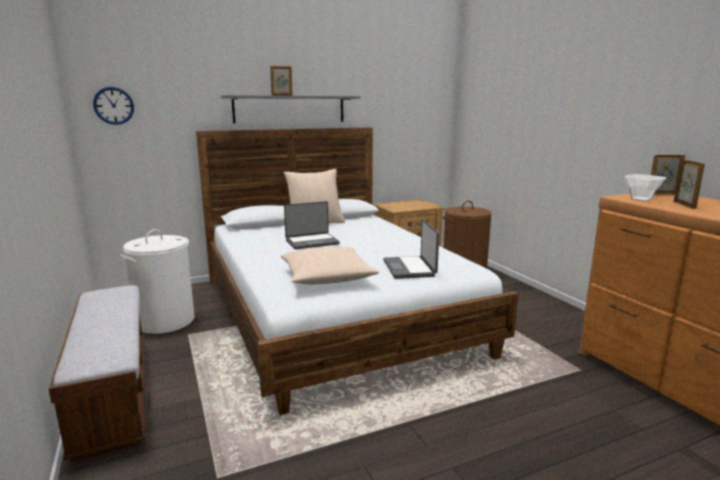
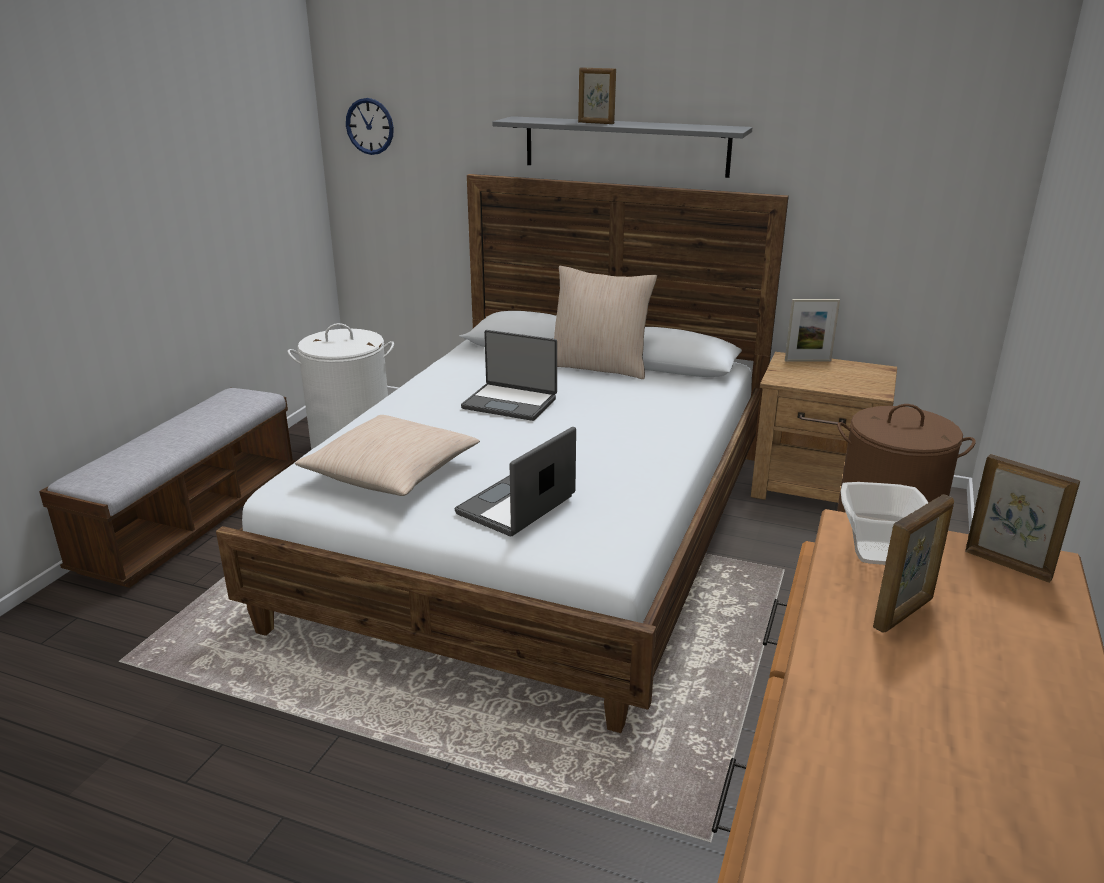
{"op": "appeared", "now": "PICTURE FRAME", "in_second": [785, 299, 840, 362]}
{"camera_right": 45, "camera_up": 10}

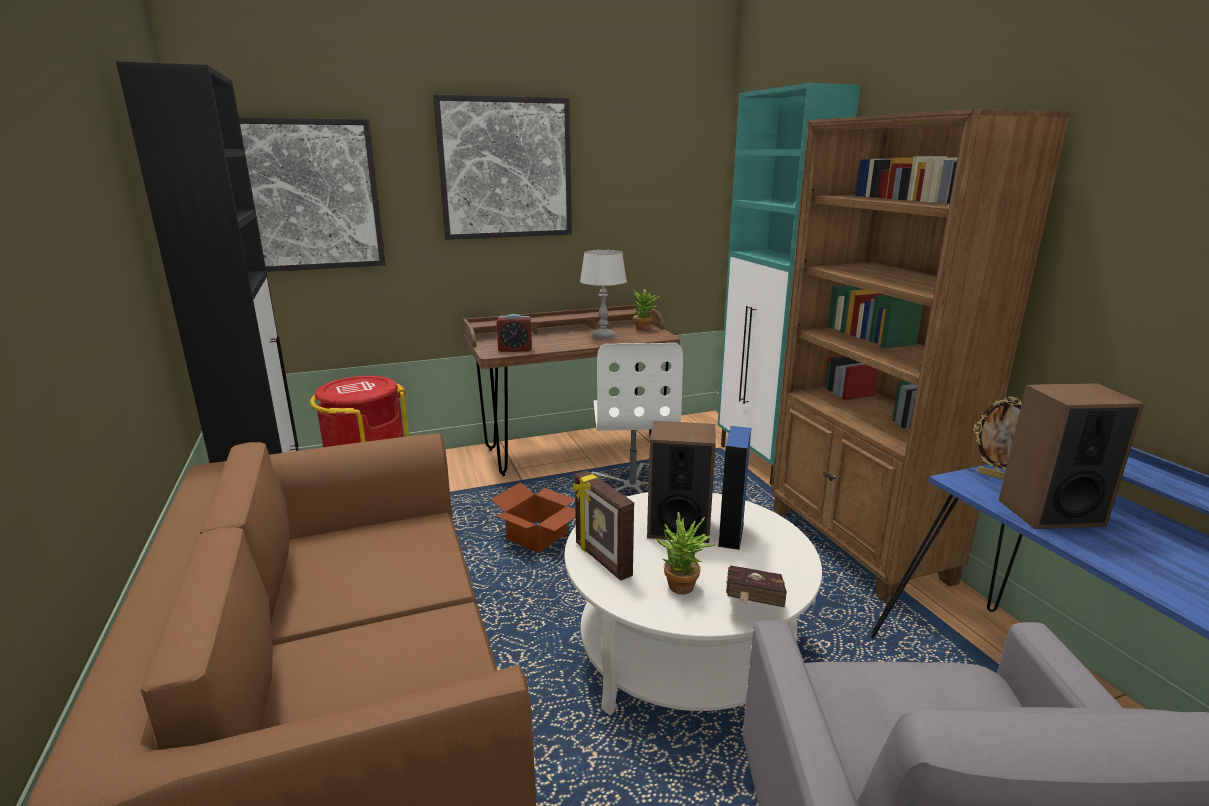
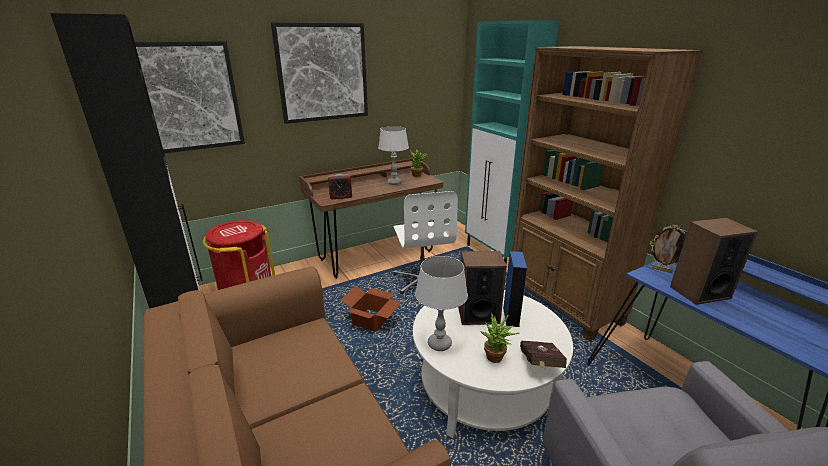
{"op": "exchanged", "was": "PICTURE FRAME", "now": "GREY TABLE LAMP", "in_first": [573, 470, 634, 581], "in_second": [415, 256, 468, 351]}
{"camera_right": -10, "camera_up": 5}

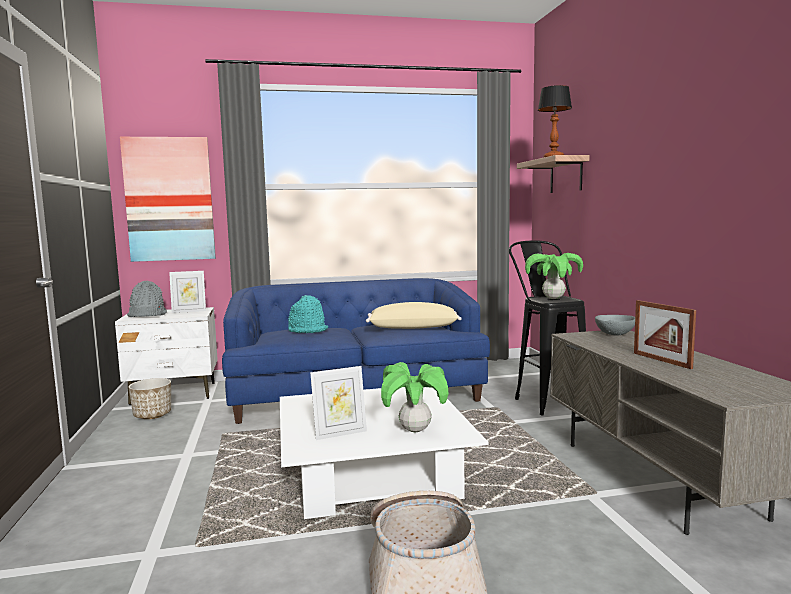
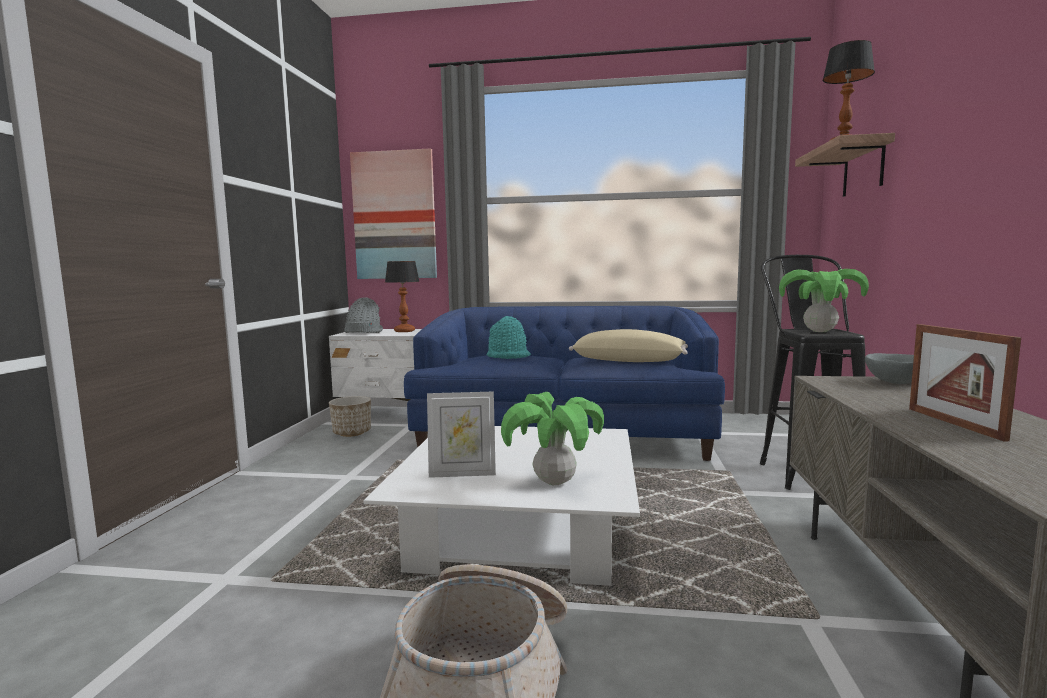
{"op": "exchanged", "was": "PICTURE FRAME", "now": "TABLE LAMP", "in_first": [169, 271, 206, 313], "in_second": [385, 261, 420, 332]}
{"camera_right": 20, "camera_up": 0}

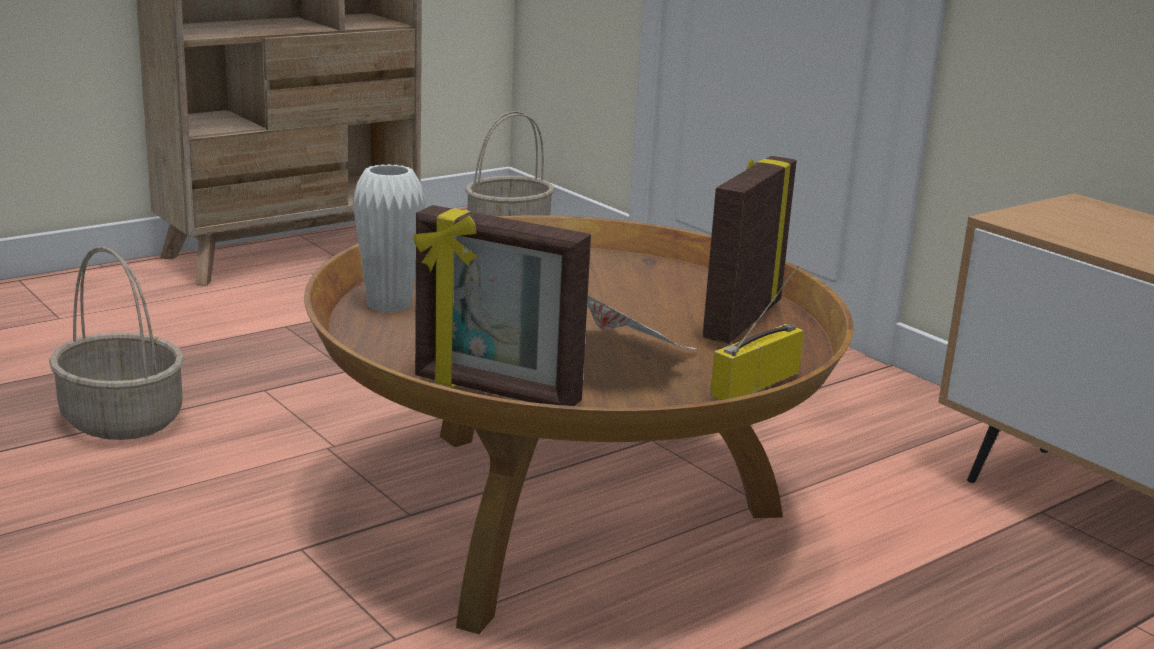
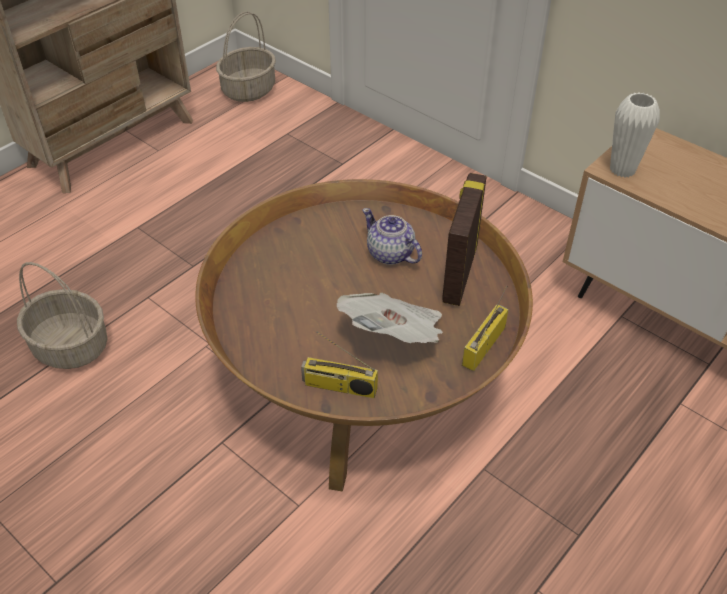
{"op": "relocated", "was": "WHITE VASE", "in_first": [352, 164, 425, 313], "in_second": [610, 92, 660, 178]}
{"op": "exchanged", "was": "PICTURE FRAME", "now": "RADIO", "in_first": [414, 205, 591, 406], "in_second": [301, 331, 378, 398]}
{"op": "appeared", "now": "TEAPOT", "in_second": [362, 208, 422, 265]}
{"camera_right": -10, "camera_up": 25}

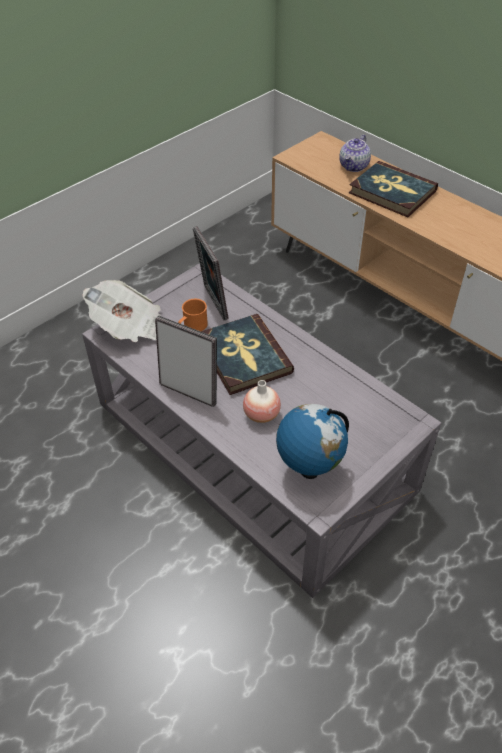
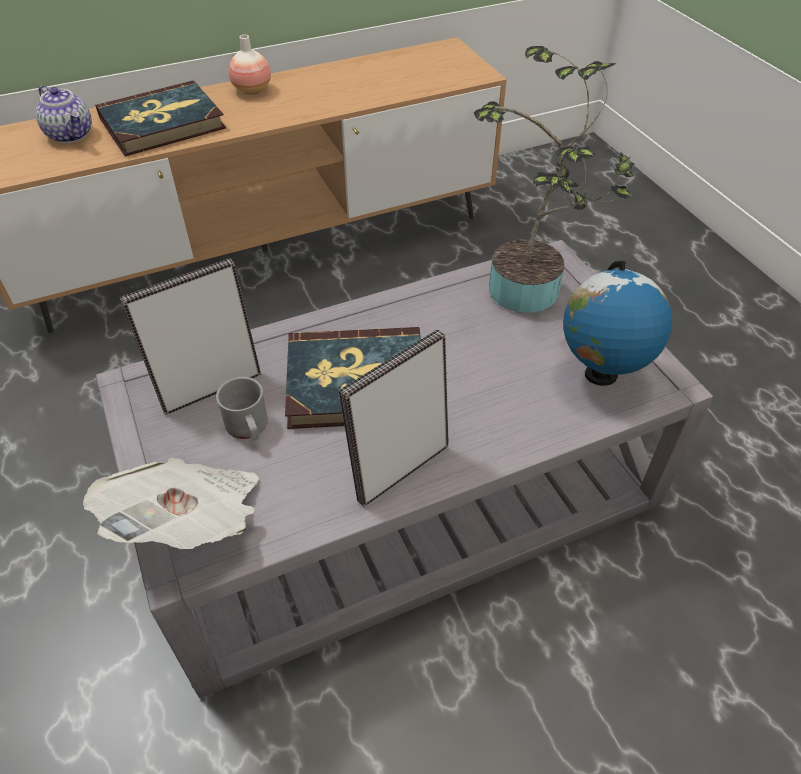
{"op": "colour", "was": "ORANGE MUG", "now": "GREY MUG", "in_first": [178, 299, 208, 331], "in_second": [216, 377, 268, 440]}
{"op": "spun", "was": "PICTURE FRAME", "in_first": [193, 226, 229, 320], "in_second": [120, 258, 261, 415], "clockwise": 150}
{"op": "relocated", "was": "VASE", "in_first": [243, 380, 281, 423], "in_second": [228, 35, 271, 95]}
{"op": "appeared", "now": "POTTED PLANT", "in_second": [474, 46, 635, 313]}
{"camera_right": -70, "camera_up": 0}

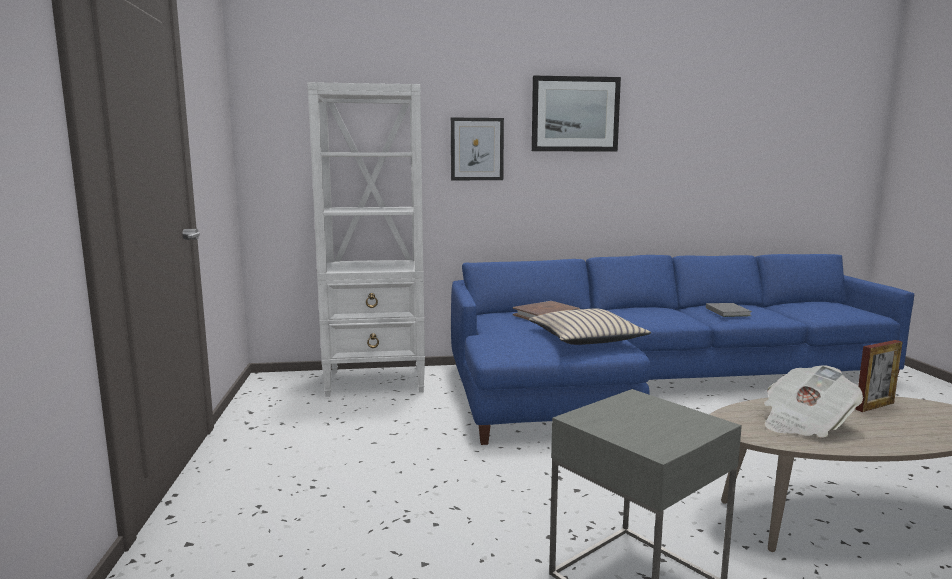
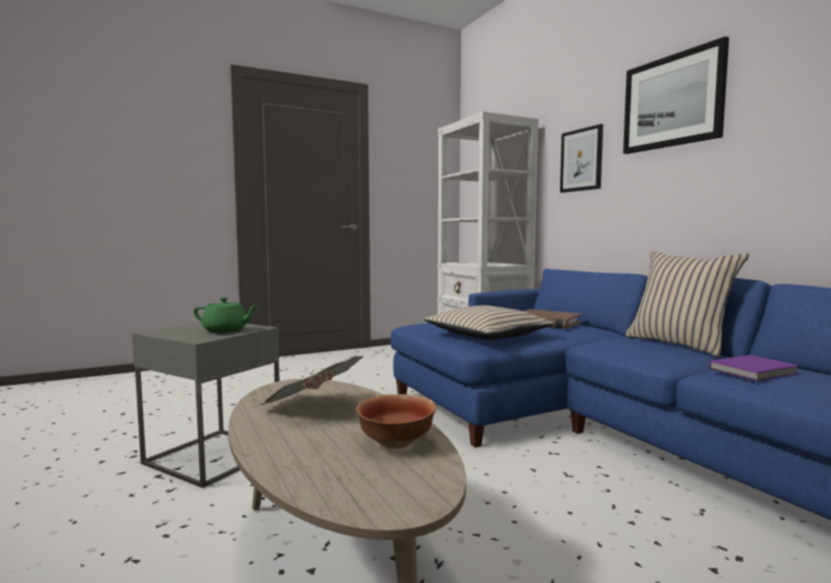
{"op": "colour", "was": "GREY BOOK", "now": "PURPLE BOOK", "in_first": [706, 303, 752, 317], "in_second": [709, 355, 799, 381]}
{"op": "exchanged", "was": "PICTURE FRAME", "now": "BOWL", "in_first": [855, 340, 903, 412], "in_second": [356, 394, 436, 449]}
{"op": "appeared", "now": "GREEN TEAPOT", "in_second": [194, 297, 259, 333]}
{"op": "appeared", "now": "BEIGE PILLOW", "in_second": [625, 251, 749, 357]}
{"camera_right": 70, "camera_up": -5}

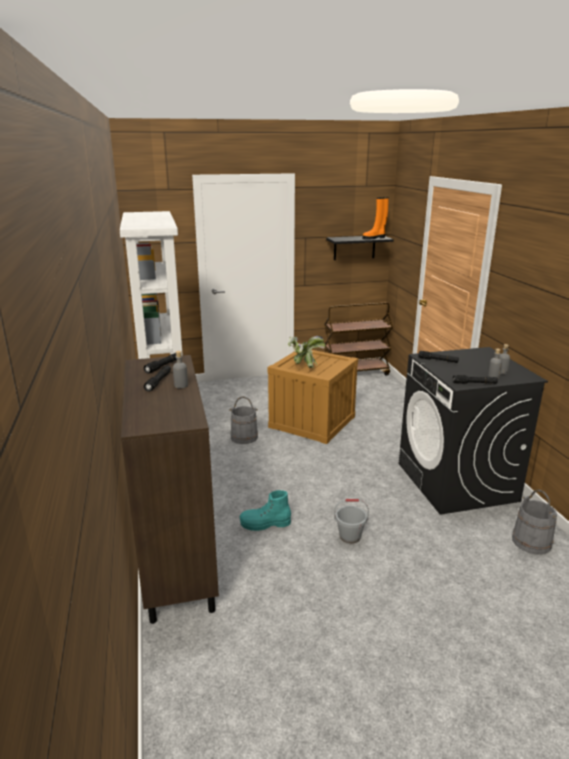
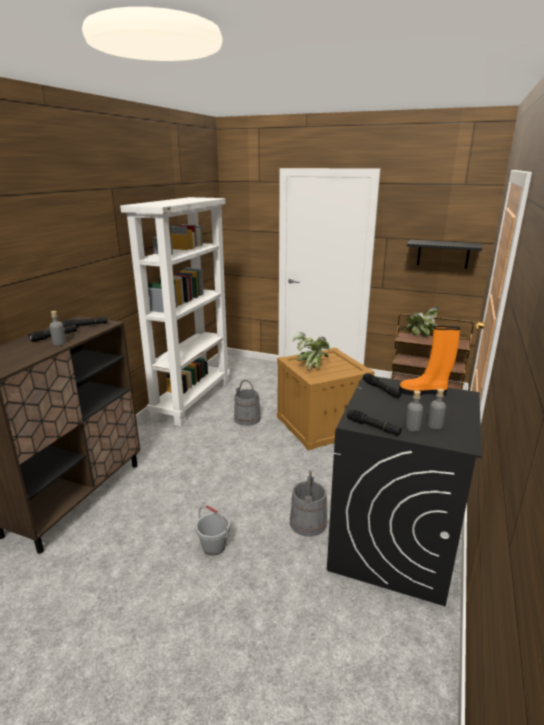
{"op": "missing", "was": "TURQUOISE BOOT", "in_first": [240, 490, 291, 531]}
{"op": "relocated", "was": "ORANGE BOOT", "in_first": [362, 197, 389, 240], "in_second": [399, 326, 460, 396]}
{"op": "relocated", "was": "GREY BUCKET", "in_first": [512, 489, 557, 555], "in_second": [290, 471, 327, 537]}
{"op": "appeared", "now": "POTTED PLANT", "in_second": [404, 307, 439, 337]}
{"camera_right": 35, "camera_up": 0}

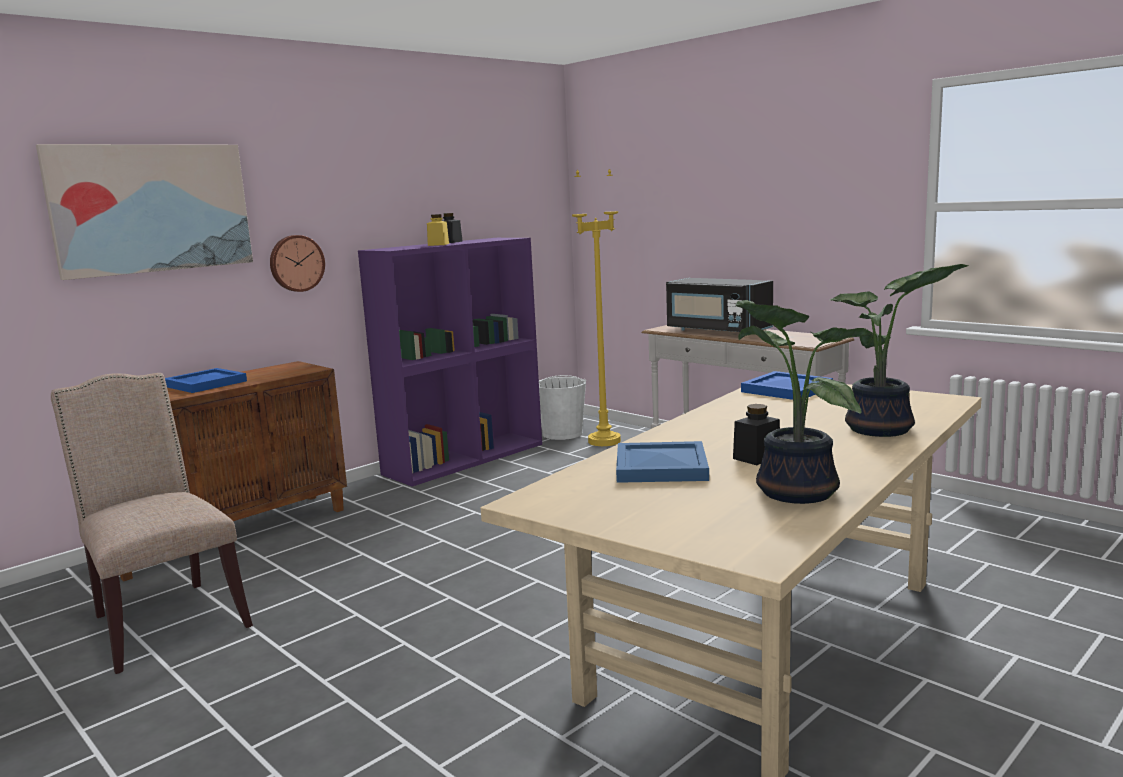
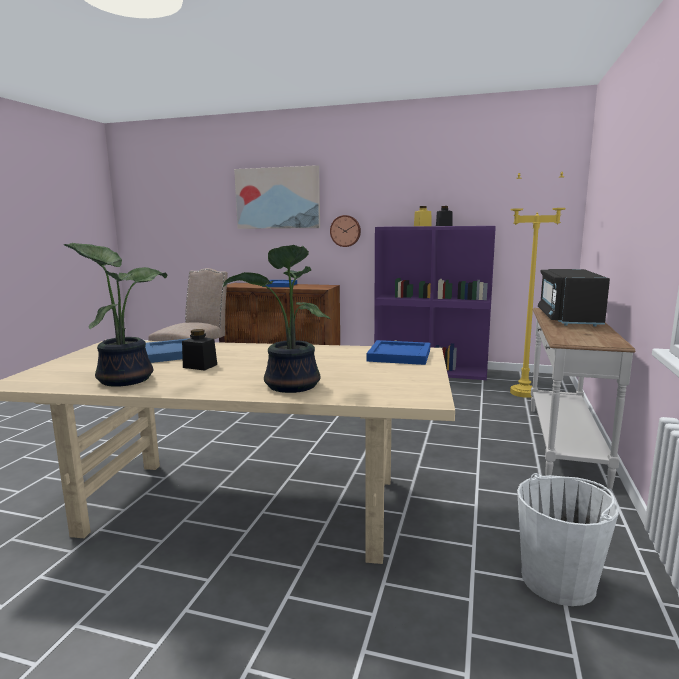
{"op": "relocated", "was": "WHITE BUCKET", "in_first": [539, 375, 586, 440], "in_second": [517, 473, 619, 606]}
{"camera_right": 60, "camera_up": 0}

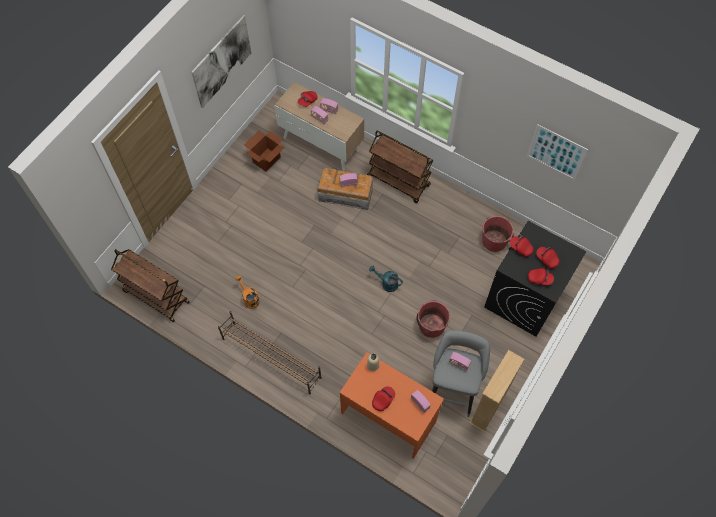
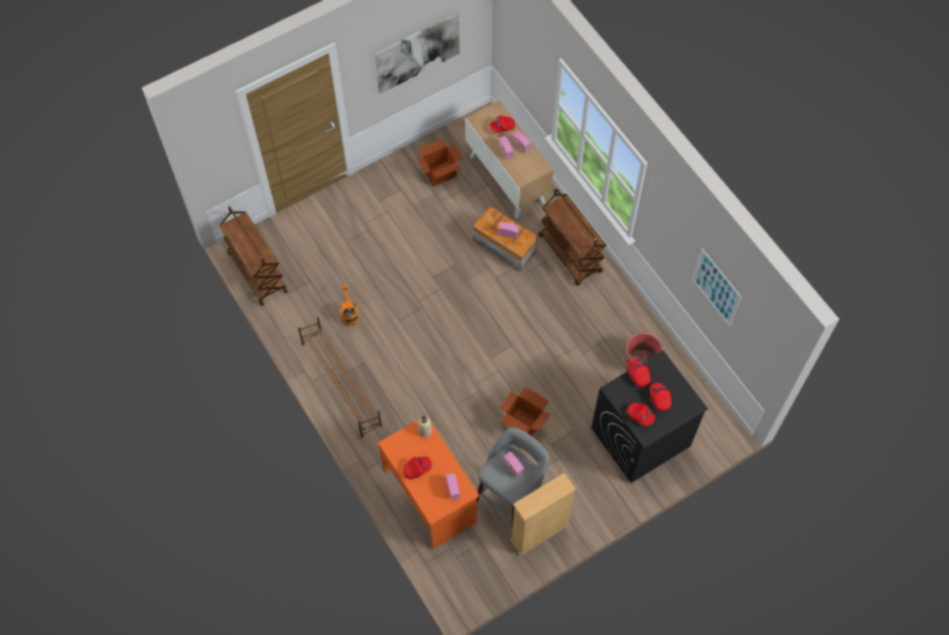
{"op": "missing", "was": "TURQUOISE WATERING CAN", "in_first": [369, 265, 403, 292]}
{"op": "exchanged", "was": "RED BUCKET", "now": "CARDBOARD BOX", "in_first": [417, 300, 450, 338], "in_second": [499, 386, 550, 436]}
{"camera_right": 25, "camera_up": 0}

